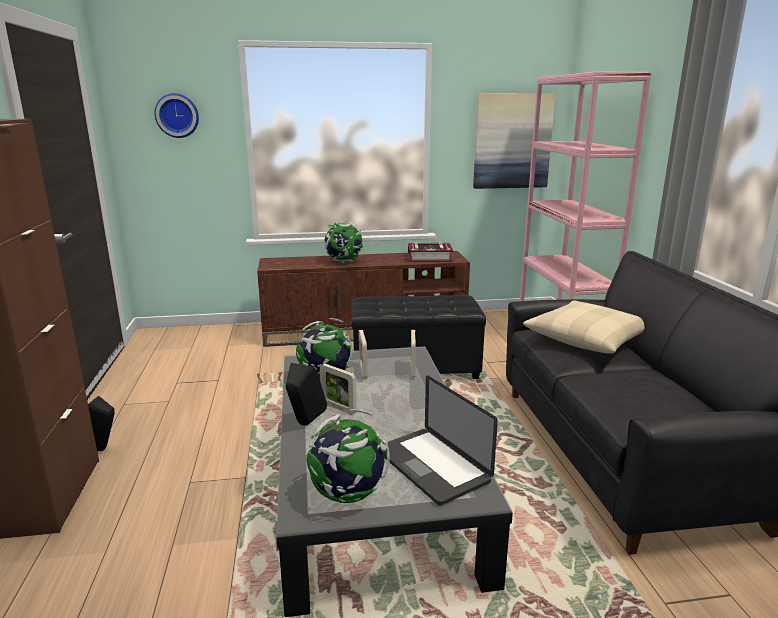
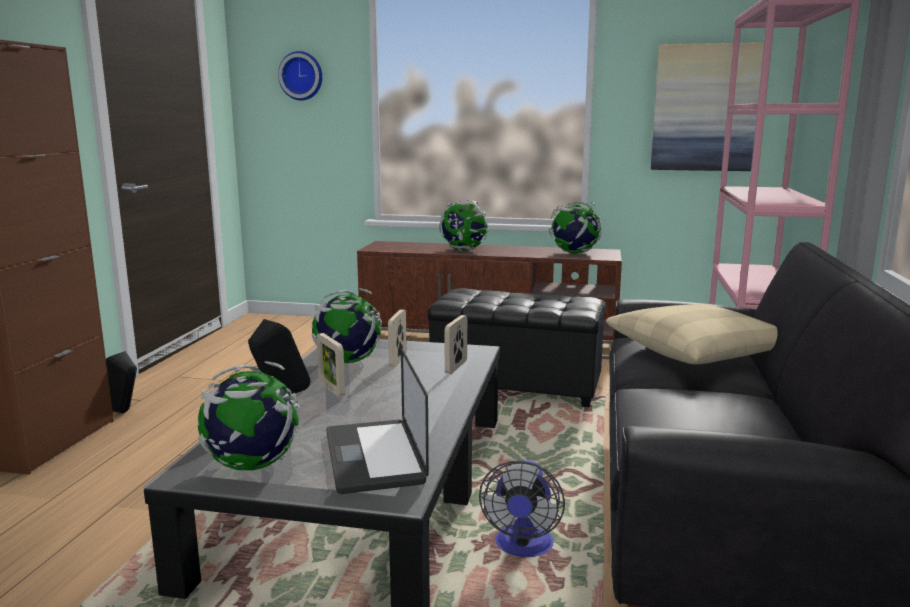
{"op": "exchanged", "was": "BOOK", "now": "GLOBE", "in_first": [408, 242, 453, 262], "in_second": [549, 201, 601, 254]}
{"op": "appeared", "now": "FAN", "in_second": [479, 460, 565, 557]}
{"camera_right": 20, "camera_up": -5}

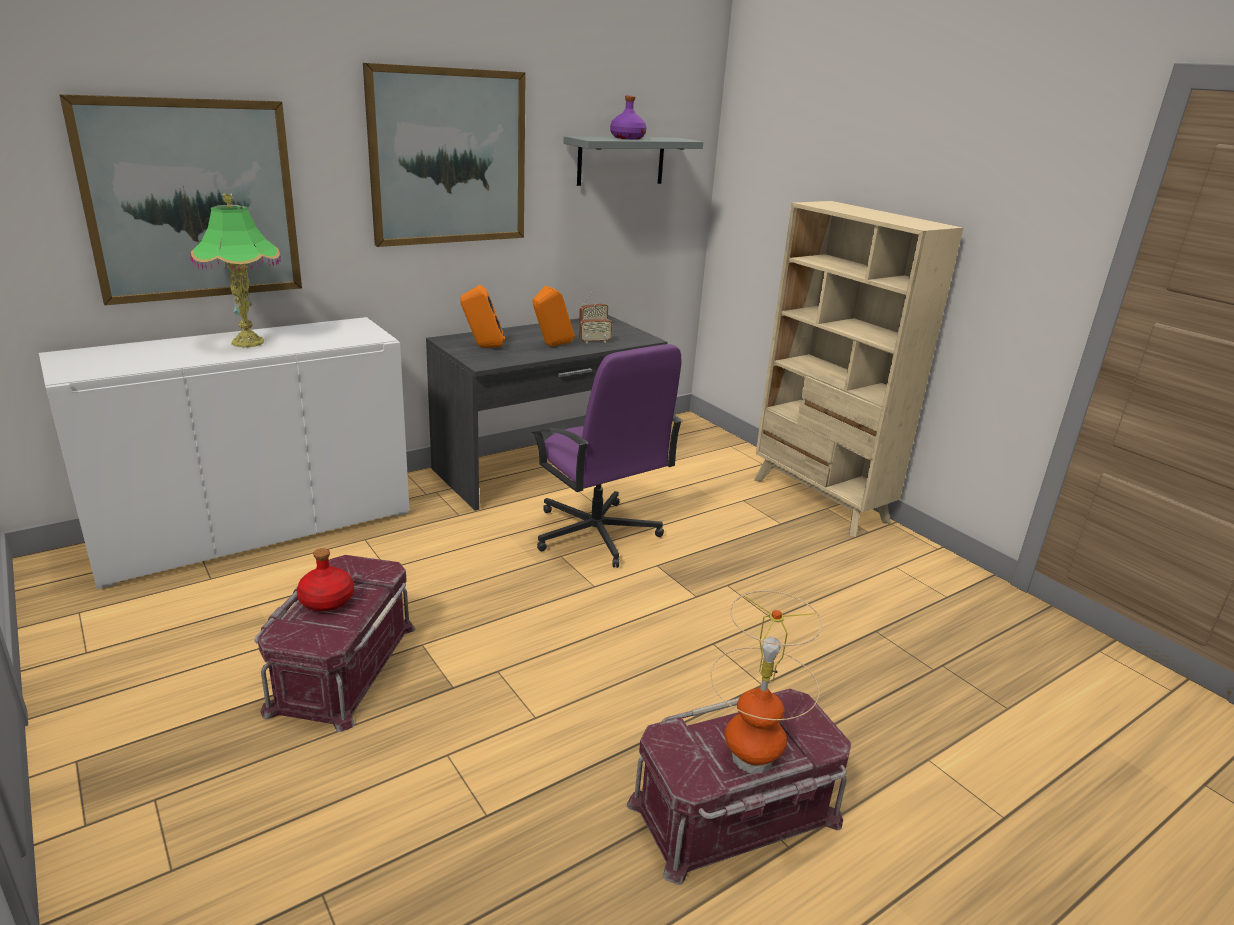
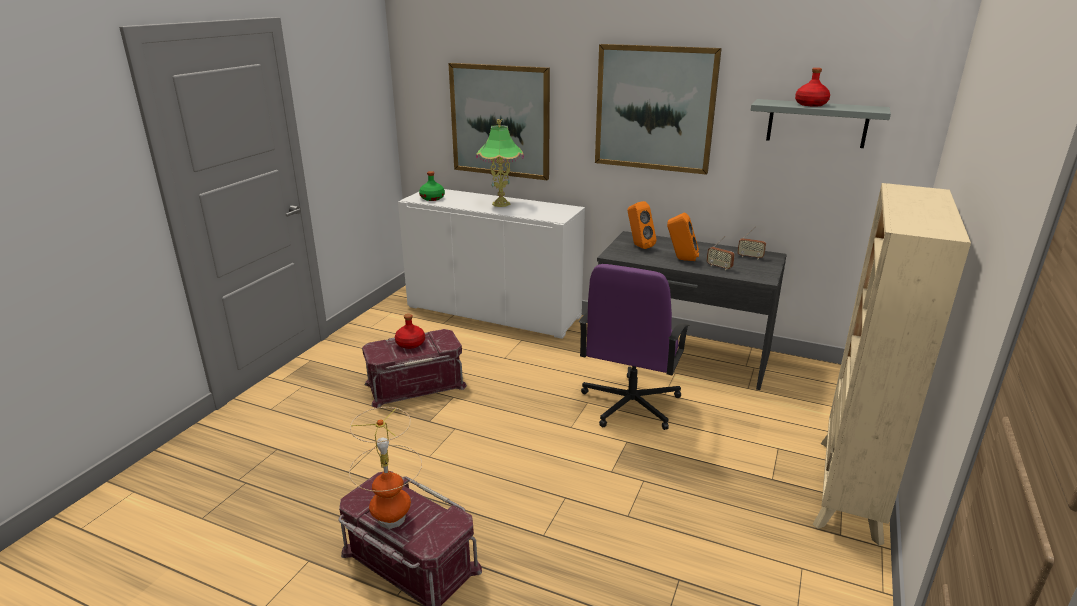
{"op": "colour", "was": "PURPLE BOTTLE", "now": "RED BOTTLE", "in_first": [610, 96, 647, 140], "in_second": [795, 68, 830, 107]}
{"op": "appeared", "now": "GREEN BOTTLE", "in_second": [419, 171, 445, 201]}
{"camera_right": 60, "camera_up": 0}

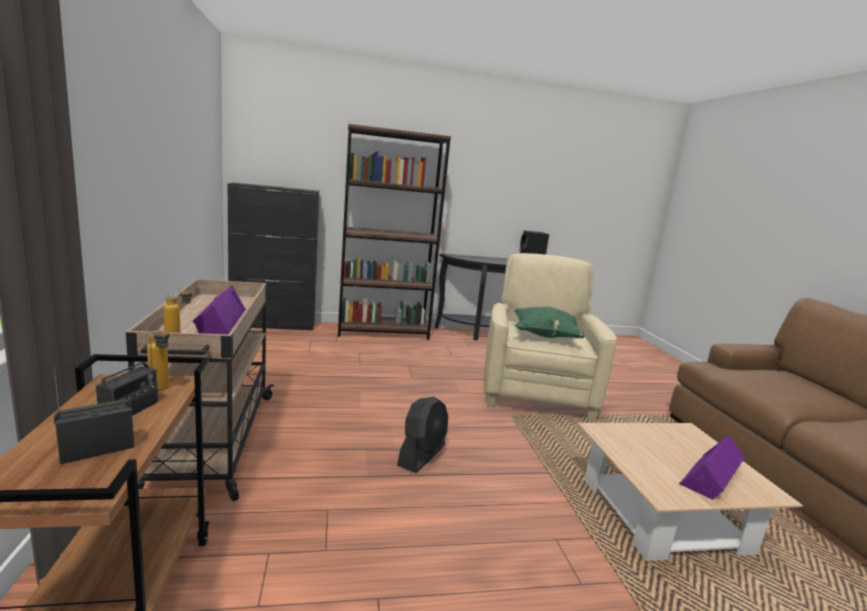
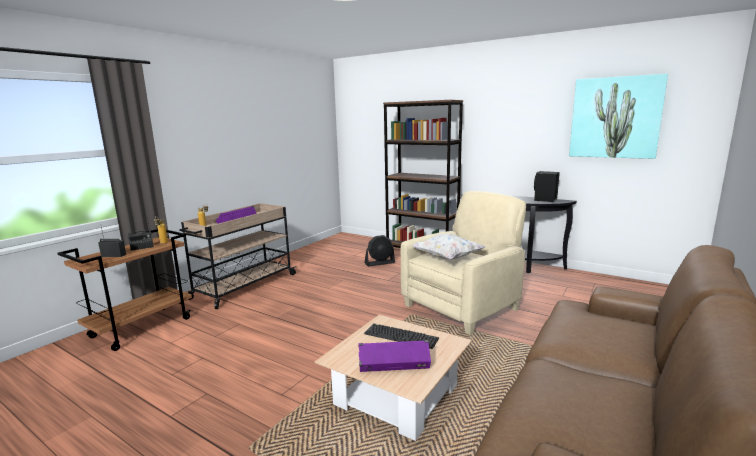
{"op": "missing", "was": "BLACK CABINET", "in_first": [227, 183, 320, 330]}
{"op": "relocated", "was": "BLACK FAN", "in_first": [397, 397, 448, 473], "in_second": [365, 235, 395, 267]}
{"op": "colour", "was": "GREEN PILLOW", "now": "WHITE PILLOW", "in_first": [513, 307, 586, 338], "in_second": [411, 234, 486, 260]}
{"op": "appeared", "now": "KEYBOARD", "in_second": [364, 323, 439, 349]}
{"op": "appeared", "now": "PICTURE", "in_second": [569, 74, 668, 159]}
{"camera_right": 45, "camera_up": 0}

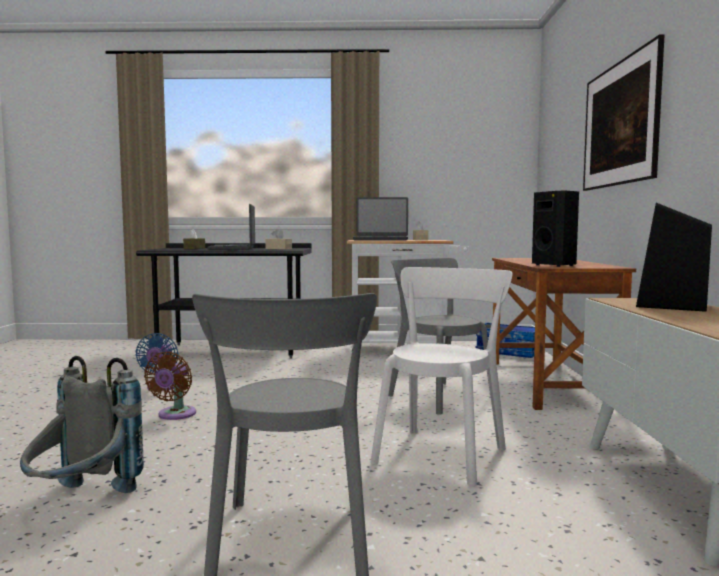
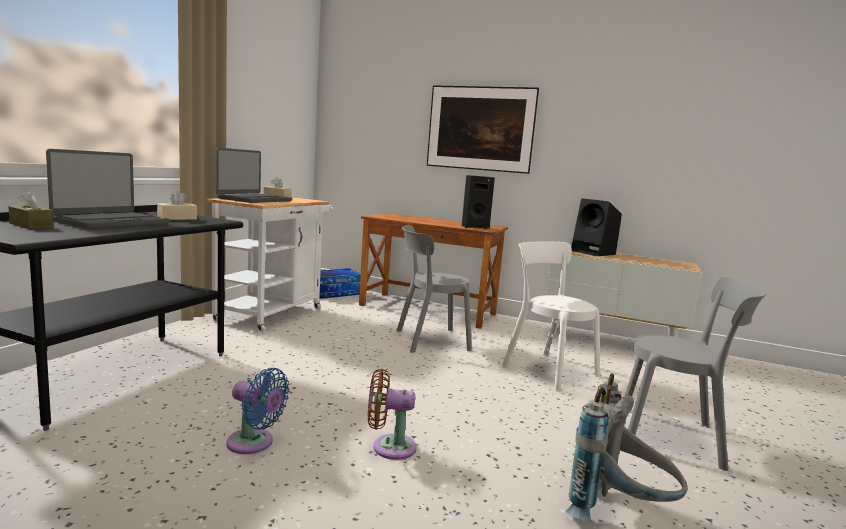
{"op": "spun", "was": "BROWN FAN", "in_first": [144, 352, 196, 420], "in_second": [368, 369, 417, 460], "clockwise": 150}
{"op": "spun", "was": "LAPTOP", "in_first": [208, 204, 255, 250], "in_second": [46, 149, 170, 229], "clockwise": -75}
{"camera_right": -70, "camera_up": 5}

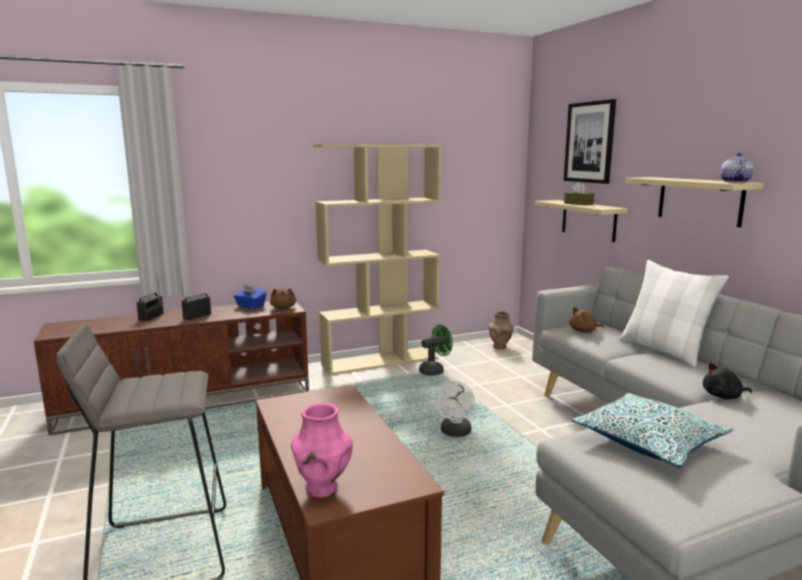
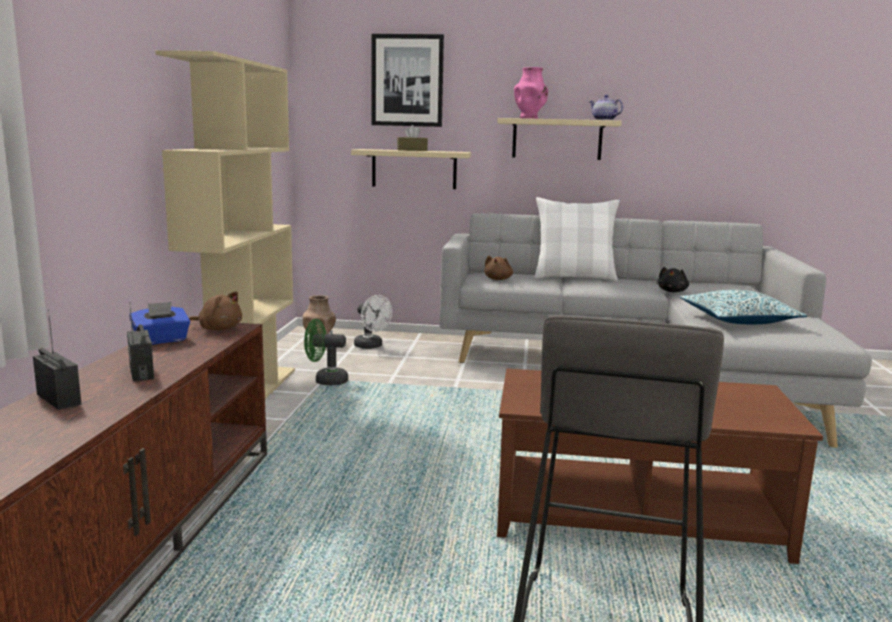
{"op": "relocated", "was": "PINK VASE", "in_first": [291, 403, 353, 497], "in_second": [514, 67, 548, 119]}
{"op": "spun", "was": "GREEN FAN", "in_first": [419, 325, 453, 376], "in_second": [304, 319, 348, 385], "clockwise": -90}
{"op": "relocated", "was": "WHITE FAN", "in_first": [434, 380, 475, 437], "in_second": [354, 295, 392, 349]}
{"camera_right": -60, "camera_up": 0}

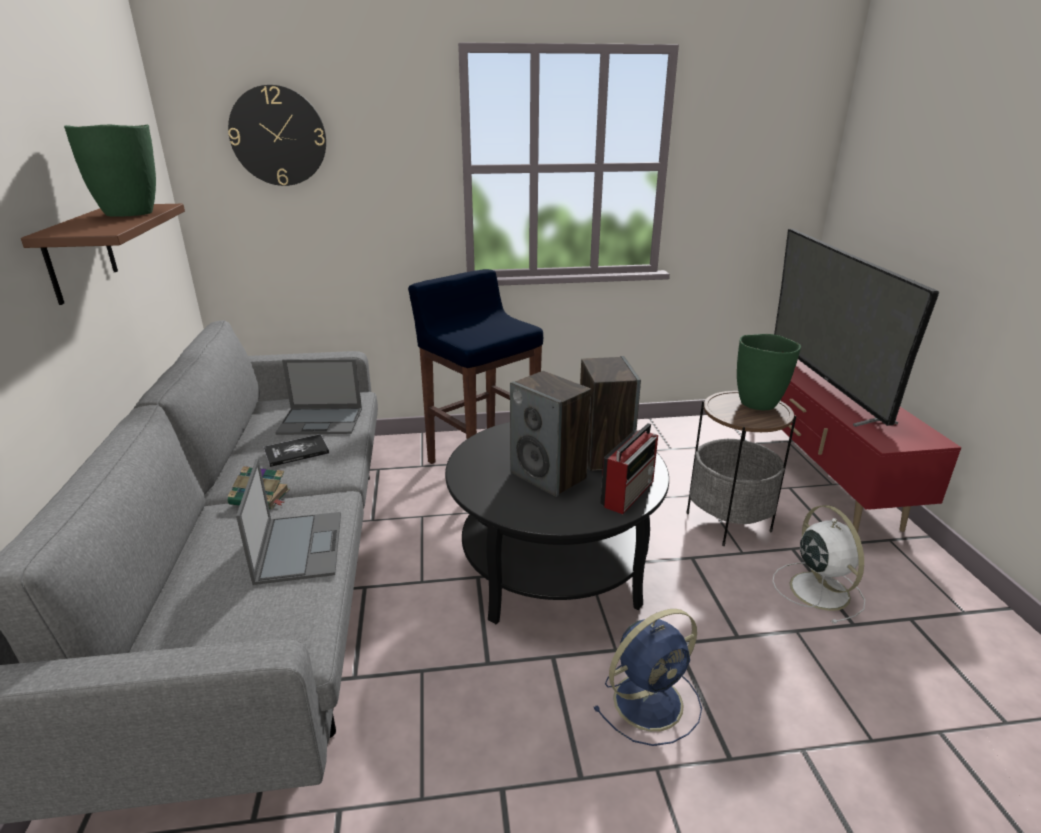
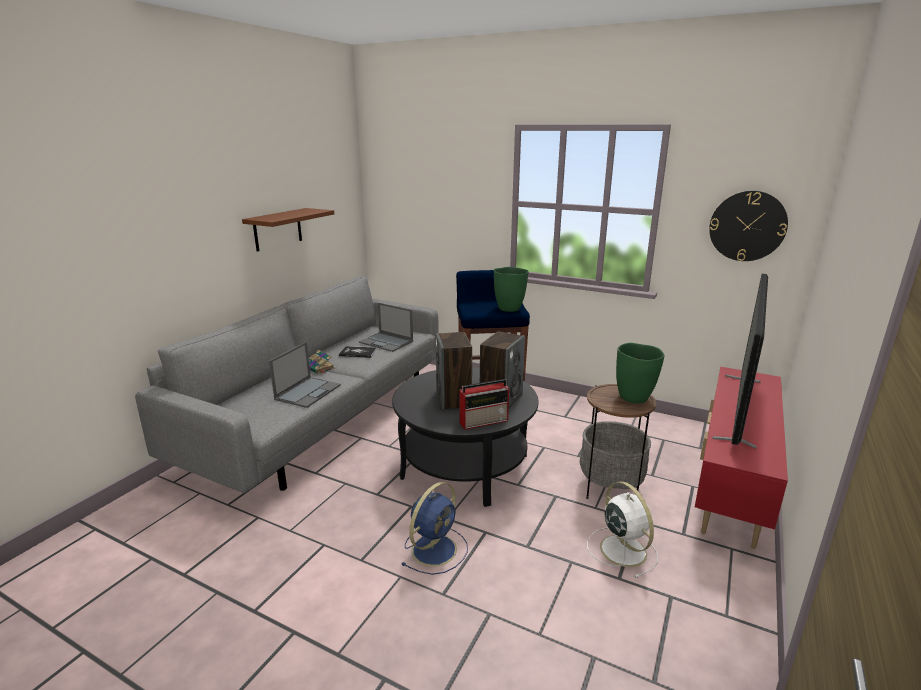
{"op": "relocated", "was": "GREEN VASE", "in_first": [64, 125, 156, 217], "in_second": [494, 267, 528, 312]}
{"op": "relocated", "was": "WALL CLOCK", "in_first": [228, 85, 326, 186], "in_second": [709, 191, 788, 261]}
{"op": "spun", "was": "BLUE FAN", "in_first": [593, 609, 702, 746], "in_second": [401, 482, 468, 575], "clockwise": -60}
{"op": "spun", "was": "WHITE FAN", "in_first": [773, 505, 865, 624], "in_second": [587, 481, 658, 578], "clockwise": -45}
{"camera_right": 35, "camera_up": -5}

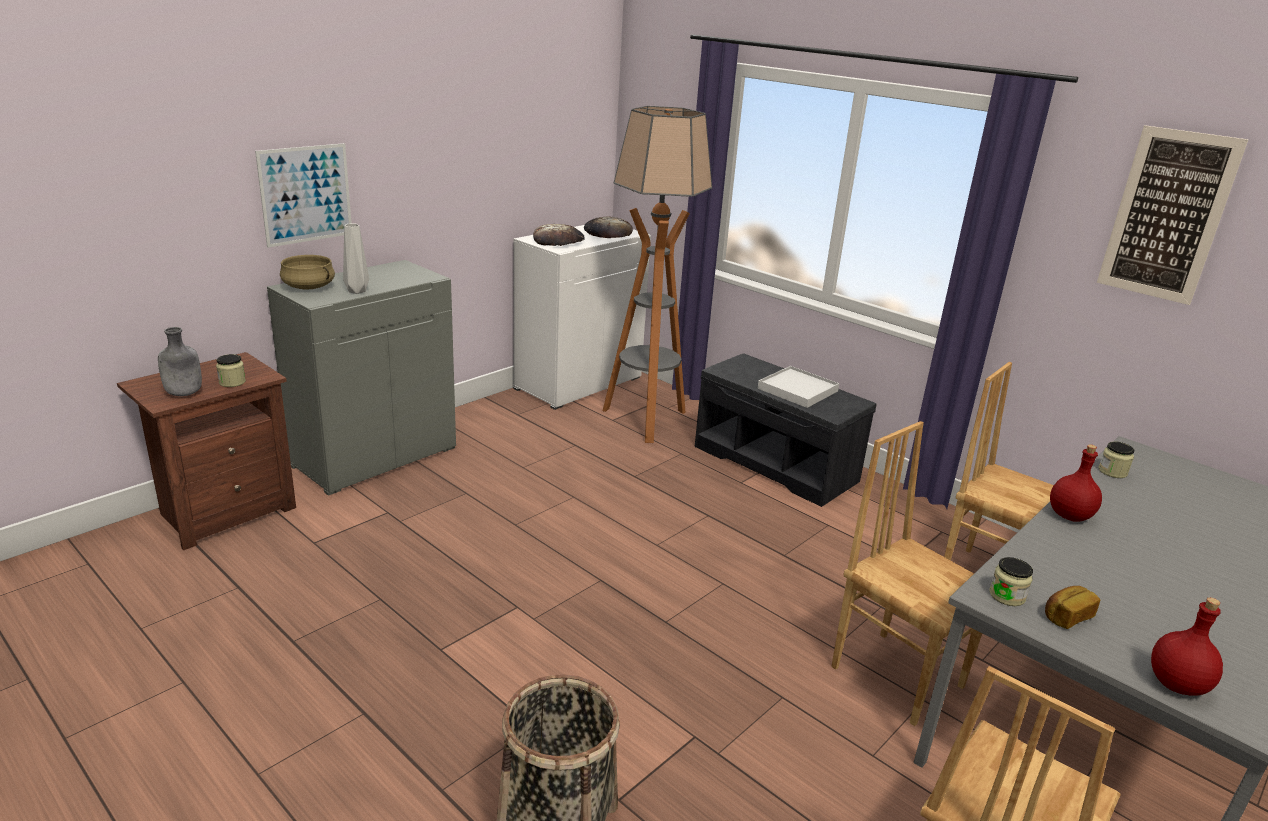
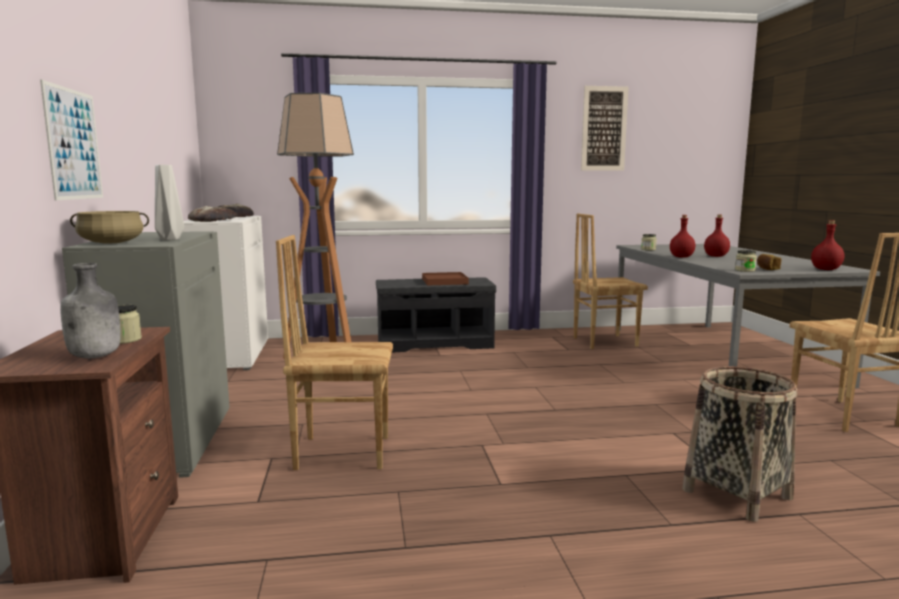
{"op": "colour", "was": "WHITE TRAY", "now": "BROWN TRAY", "in_first": [757, 366, 839, 408], "in_second": [422, 272, 469, 285]}
{"op": "relocated", "was": "BROWN CHAIR", "in_first": [831, 421, 982, 726], "in_second": [276, 235, 393, 470]}
{"op": "appeared", "now": "RED BOTTLE", "in_second": [704, 214, 730, 257]}
{"camera_right": -50, "camera_up": -15}

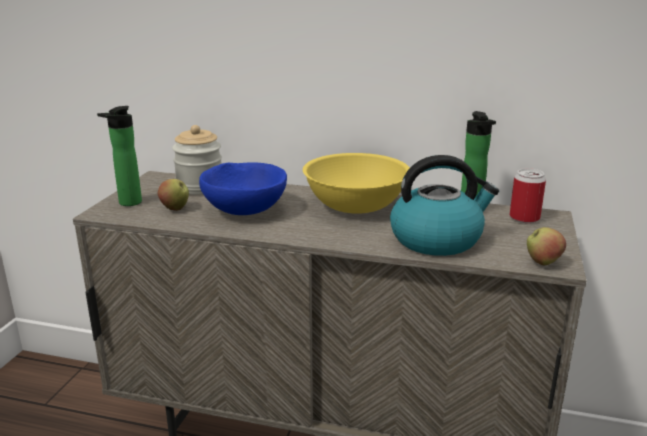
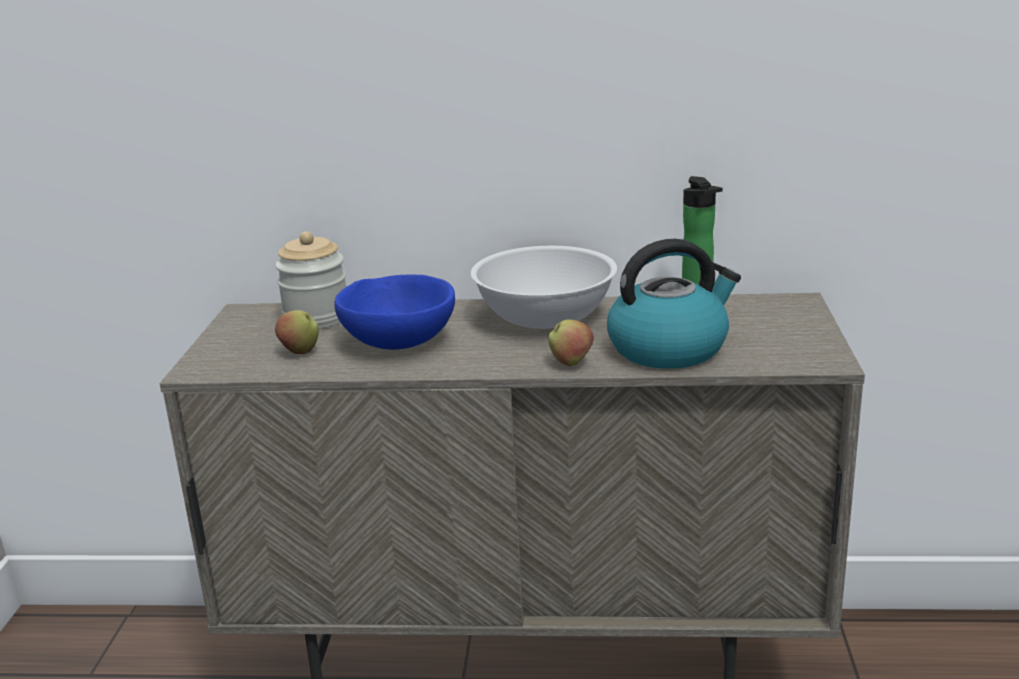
{"op": "missing", "was": "BOTTLE", "in_first": [97, 106, 142, 206]}
{"op": "colour", "was": "YELLOW BOWL", "now": "WHITE BOWL", "in_first": [303, 153, 410, 214], "in_second": [471, 246, 617, 329]}
{"op": "missing", "was": "CAN", "in_first": [510, 168, 546, 223]}
{"op": "relocated", "was": "APPLE", "in_first": [527, 227, 566, 265], "in_second": [548, 319, 594, 366]}
{"camera_right": -10, "camera_up": 0}

